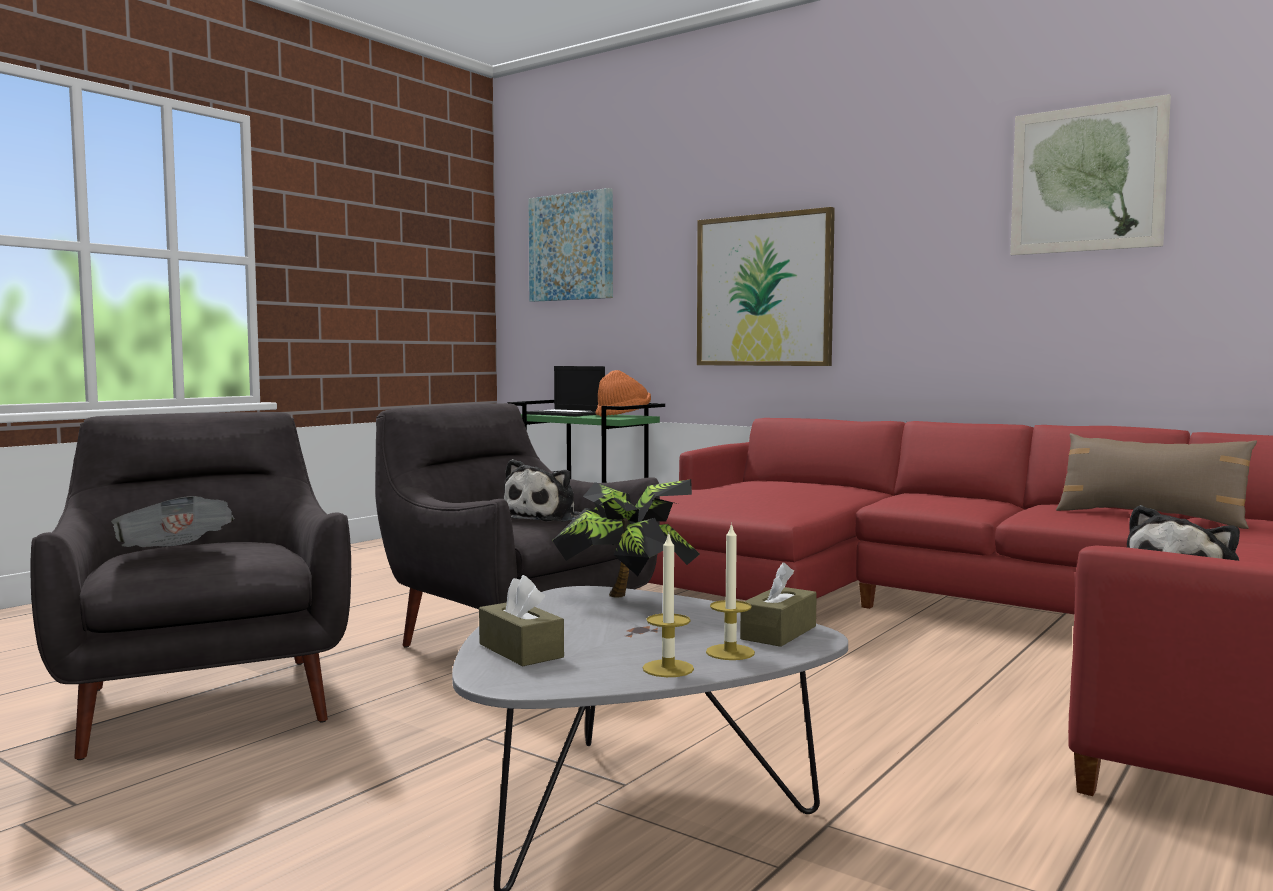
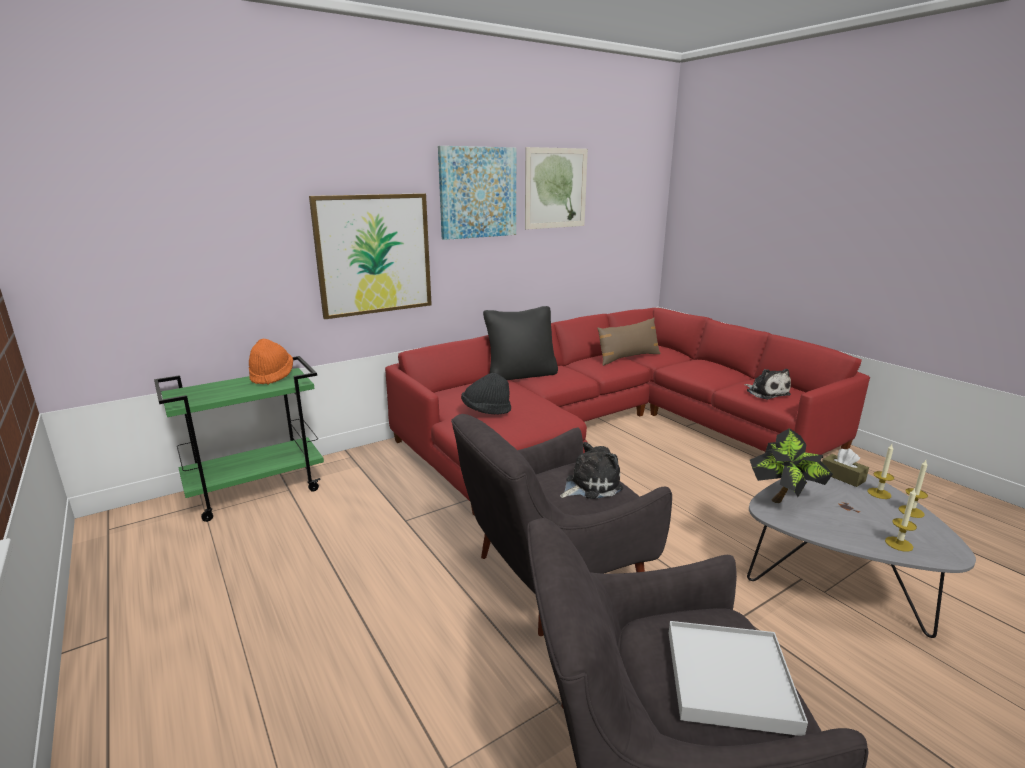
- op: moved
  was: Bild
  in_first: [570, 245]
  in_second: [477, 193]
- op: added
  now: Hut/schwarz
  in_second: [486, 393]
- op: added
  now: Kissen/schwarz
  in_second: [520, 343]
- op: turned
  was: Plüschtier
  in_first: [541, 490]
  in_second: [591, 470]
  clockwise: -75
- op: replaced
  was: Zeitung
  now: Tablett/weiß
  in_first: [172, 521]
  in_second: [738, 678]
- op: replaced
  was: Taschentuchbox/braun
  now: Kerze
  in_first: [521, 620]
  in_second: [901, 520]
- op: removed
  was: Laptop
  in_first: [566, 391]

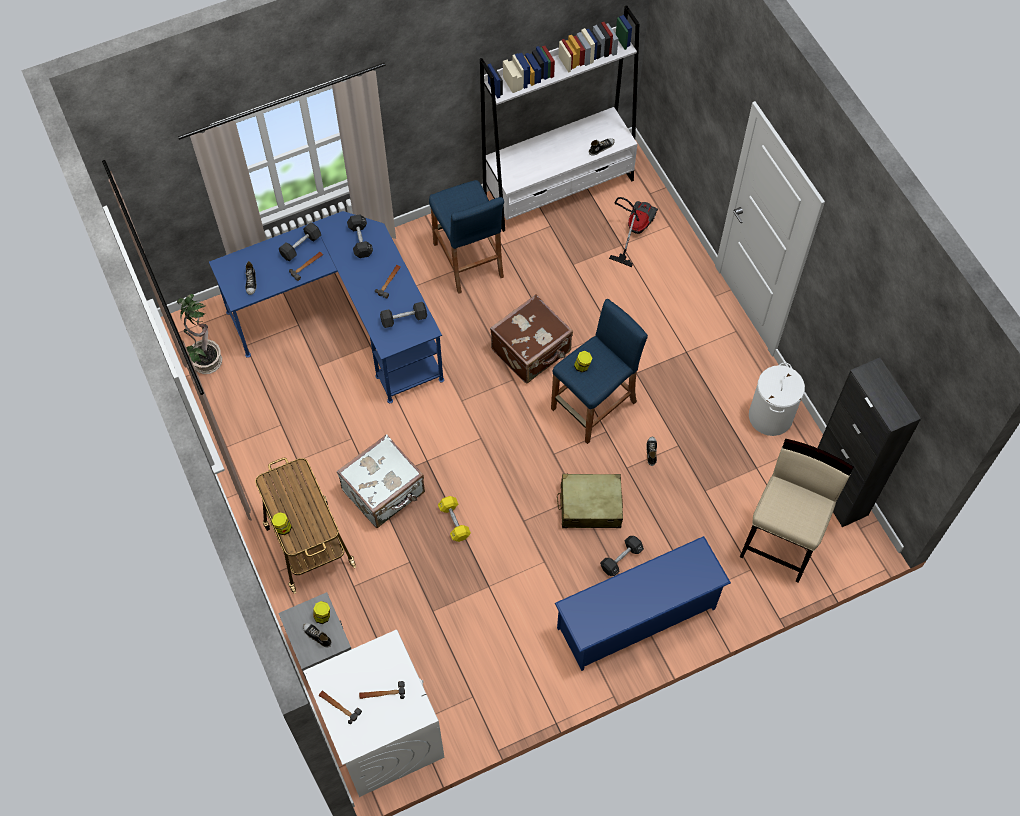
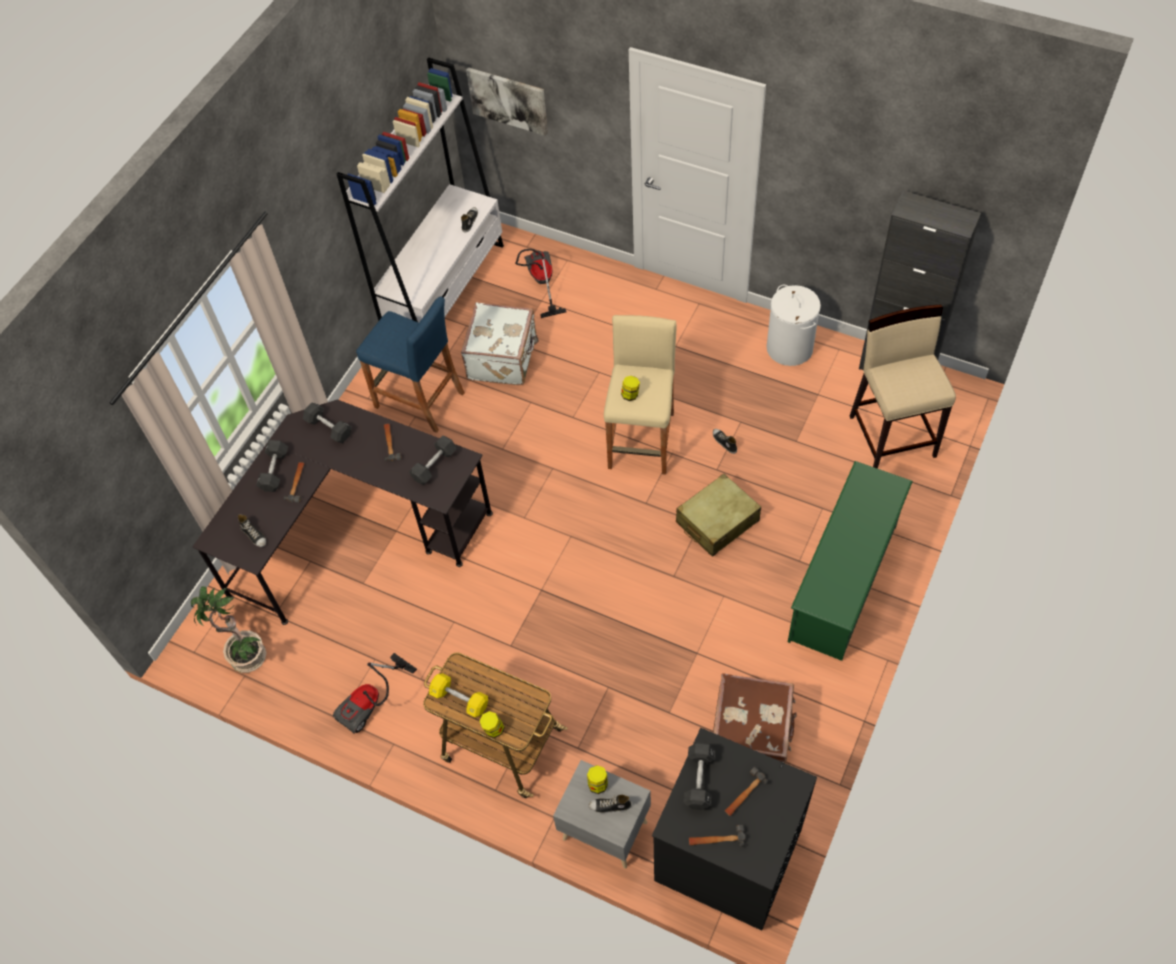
- op: recoloured
  was: Schreibtisch/blau
  now: Schreibtisch/schwarz
  in_first: [326, 307]
  in_second: [342, 512]
- op: added
  now: Staubsauger
  in_second: [375, 693]
- op: moved
  was: Hantel/gelb
  in_first: [454, 519]
  in_second: [458, 695]
- op: moved
  was: Koffer/weiß
  in_first: [381, 481]
  in_second: [500, 343]
- op: added
  now: Bild
  in_second: [507, 101]
- op: recoloured
  was: Hocker/blau
  now: Hocker/beige
  in_first: [599, 371]
  in_second: [640, 395]
- op: recoloured
  was: Waschmaschine/weiß
  now: Waschmaschine/schwarz
  in_first: [373, 713]
  in_second: [734, 829]
- op: moved
  was: Hantel/schwarz
  in_first: [622, 556]
  in_second: [699, 776]
- op: moved
  was: Koffer/braun
  in_first: [531, 339]
  in_second: [755, 718]
- op: recoloured
  was: Schuhregal/blau
  now: Schuhregal/grün
  in_first: [643, 603]
  in_second: [850, 561]

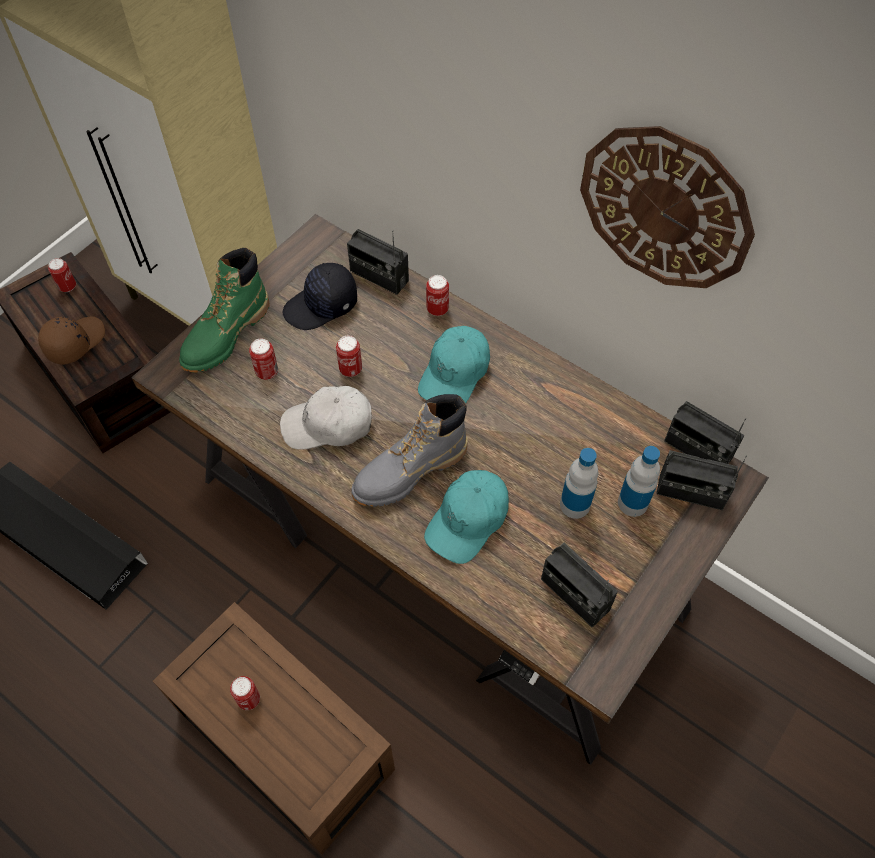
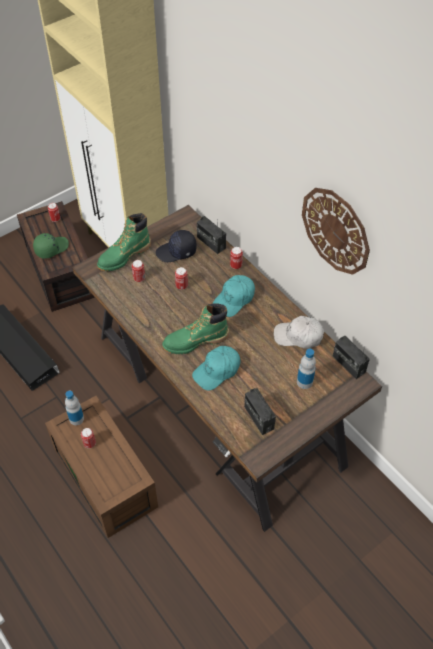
- op: recoloured
  was: Kappe/braun
  now: Kappe/grün
  in_first: [71, 340]
  in_second: [51, 246]
- op: moved
  was: Flasche
  in_first: [579, 483]
  in_second: [74, 408]
- op: recoloured
  was: Stiefel/grau
  now: Stiefel/grün
  in_first: [409, 450]
  in_second: [195, 328]
- op: moved
  was: Kappe/weiß
  in_first: [326, 418]
  in_second: [299, 332]
- op: removed
  was: Radio
  in_first: [701, 480]

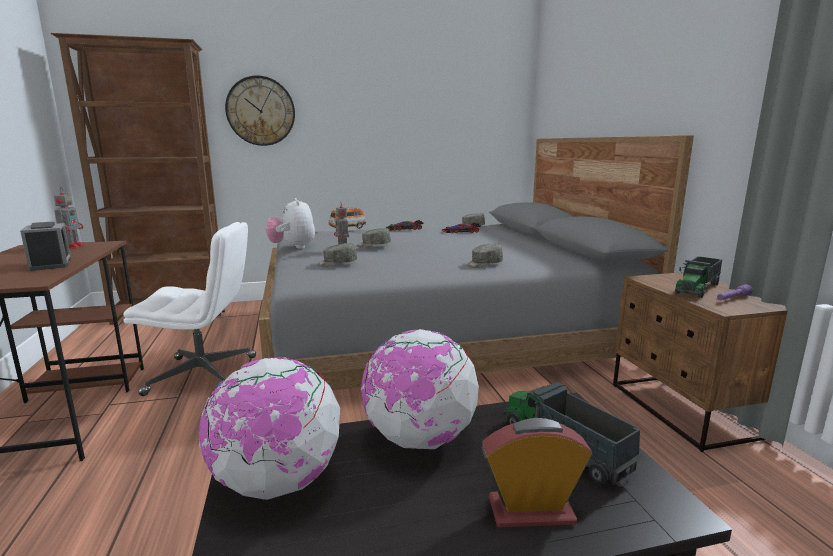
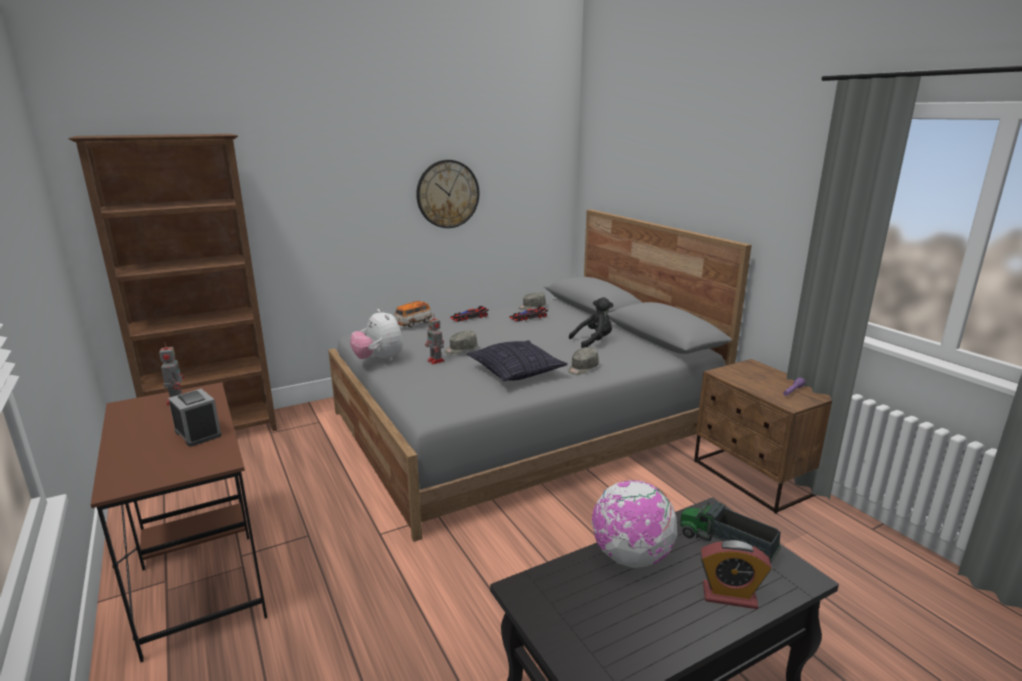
- op: moved
  was: Wanduhr
  in_first: [260, 110]
  in_second: [447, 194]
- op: added
  now: Kissen
  in_second: [517, 360]
- op: added
  now: Plüschtier/schwarz
  in_second: [591, 322]
- op: turned
  was: Wecker
  in_first: [536, 472]
  in_second: [736, 574]
  clockwise: -150
- op: removed
  was: Bürostuhl/weiß
  in_first: [189, 309]
- op: removed
  was: Globus
  in_first: [269, 428]
- op: removed
  was: Kappe/grau
  in_first: [336, 255]
- op: removed
  was: Spielzeuglaster
  in_first: [698, 277]

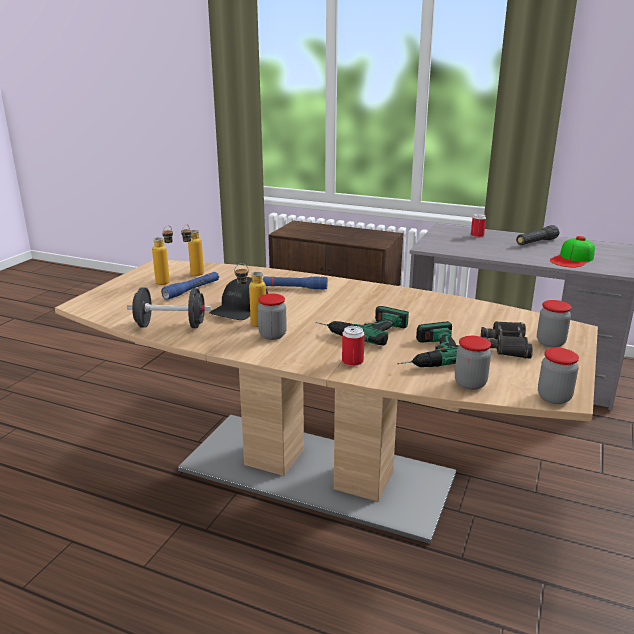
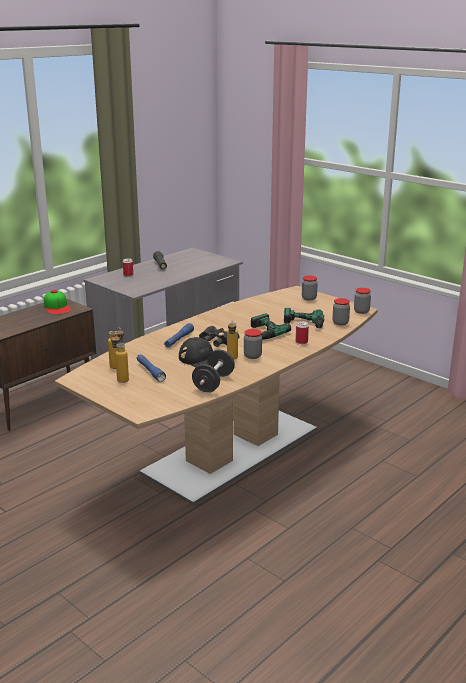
- op: moved
  was: Kappe
  in_first: [572, 251]
  in_second: [57, 302]
- op: moved
  was: Fernglas/schwarz
  in_first: [507, 340]
  in_second: [219, 336]

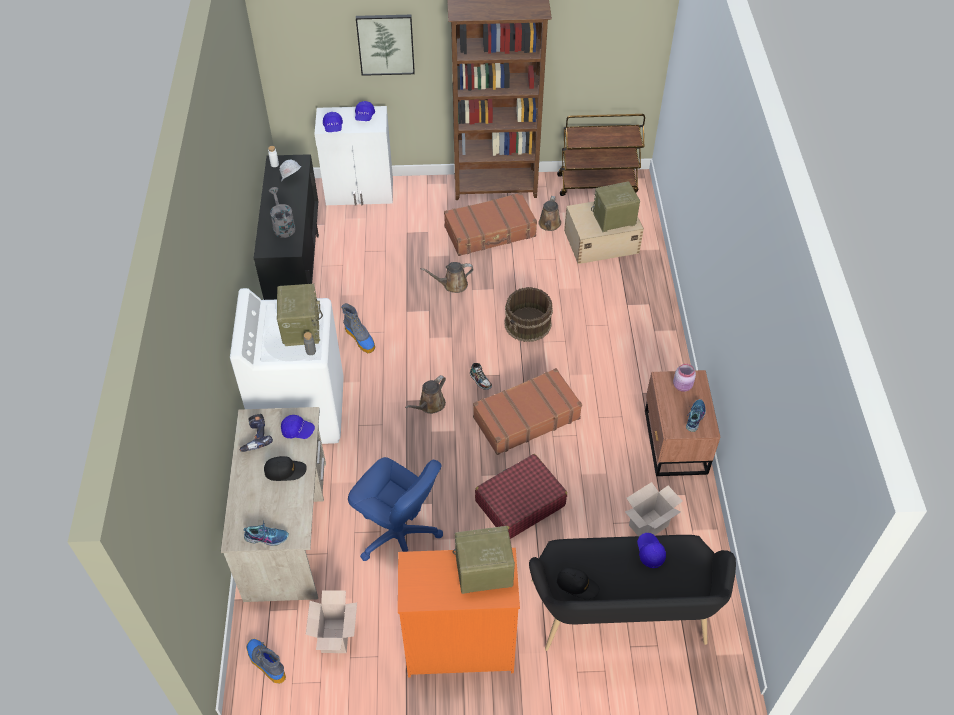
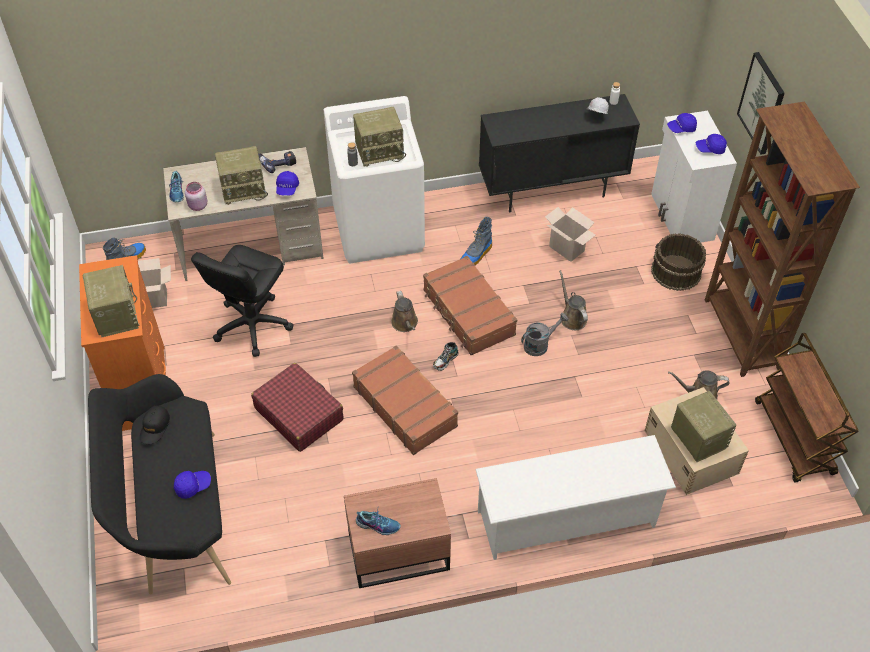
- op: moved
  was: Vorratsglas/rosa
  in_first: [684, 378]
  in_second: [196, 196]
- op: recoloured
  was: Bürostuhl/blau
  now: Bürostuhl/schwarz
  in_first: [395, 509]
  in_second: [242, 301]
- op: replaced
  was: Kappe/schwarz
  now: Radio
  in_first: [285, 468]
  in_second: [241, 175]
- op: turned
  was: Gießkanne/braun
  in_first: [425, 394]
  in_second: [404, 311]
  clockwise: -135
- op: moved
  was: Koffer/braun
  in_first: [490, 224]
  in_second: [470, 305]
- op: added
  now: Schuhregal/weiß
  in_second: [575, 497]
- op: moved
  was: Gießkanne/grau
  in_first: [282, 212]
  in_second: [545, 334]
- op: moved
  was: Karton
  in_first: [654, 509]
  in_second: [570, 234]
- op: moved
  was: Eimer/braun
  in_first: [529, 314]
  in_second: [678, 262]

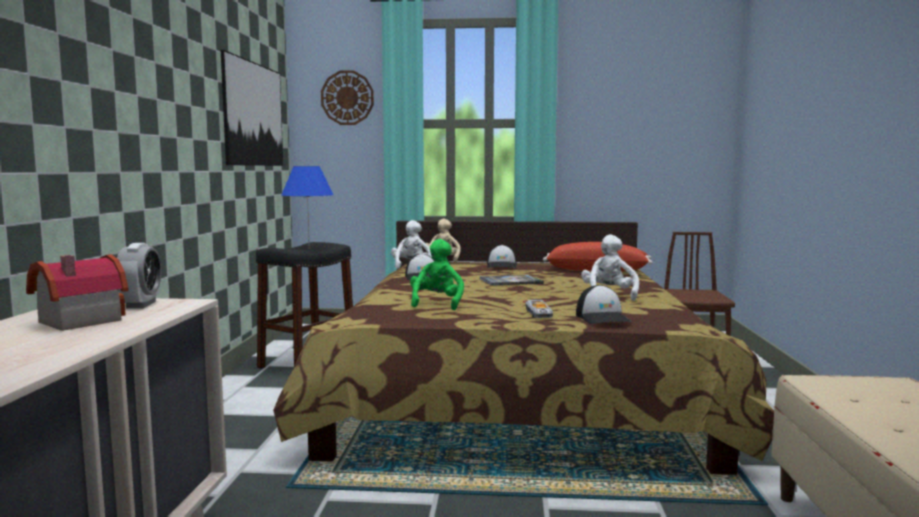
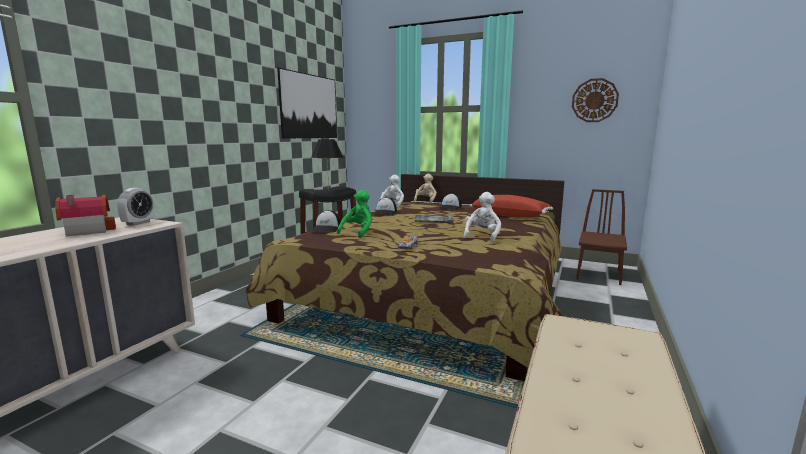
- op: recoloured
  was: Tischlampe/blau
  now: Tischlampe/schwarz
  in_first: [307, 207]
  in_second: [327, 165]
- op: moved
  was: Kappe
  in_first: [604, 304]
  in_second: [326, 221]
- op: moved
  was: Wanduhr
  in_first: [347, 97]
  in_second: [595, 100]

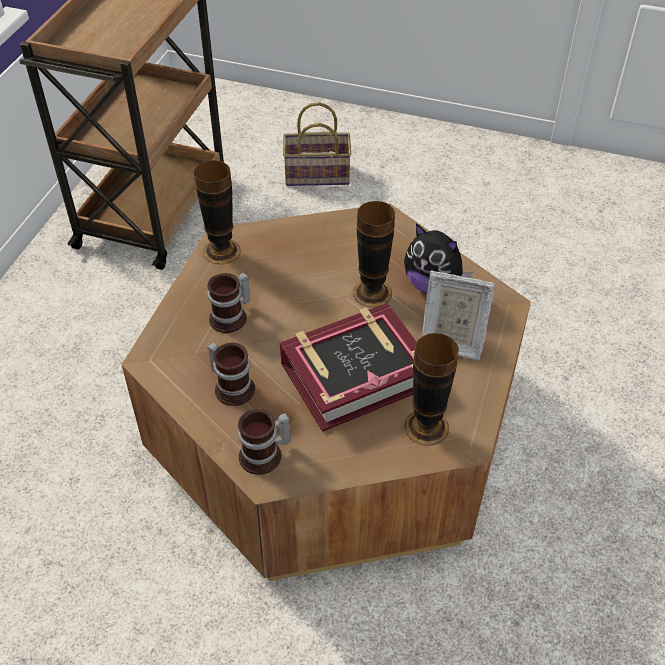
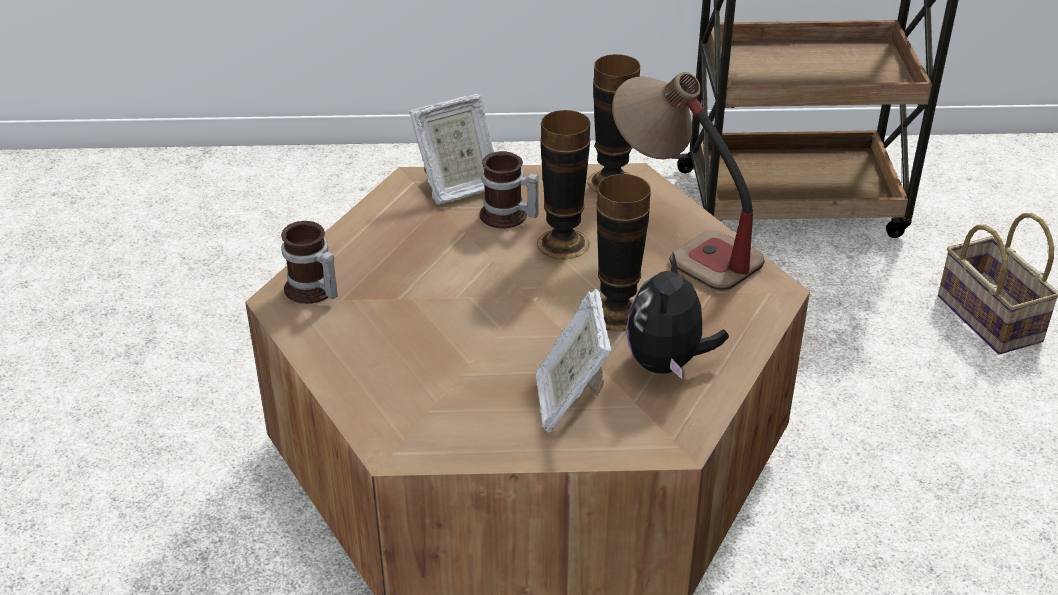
- op: added
  now: Bilderrahmen
  in_second: [451, 149]
- op: moved
  was: Vase
  in_first: [431, 389]
  in_second: [563, 184]
- op: added
  now: Tischlampe
  in_second: [688, 181]
- op: removed
  was: Henkelbecher
  in_first: [231, 374]
- op: removed
  was: Buch
  in_first: [348, 367]

